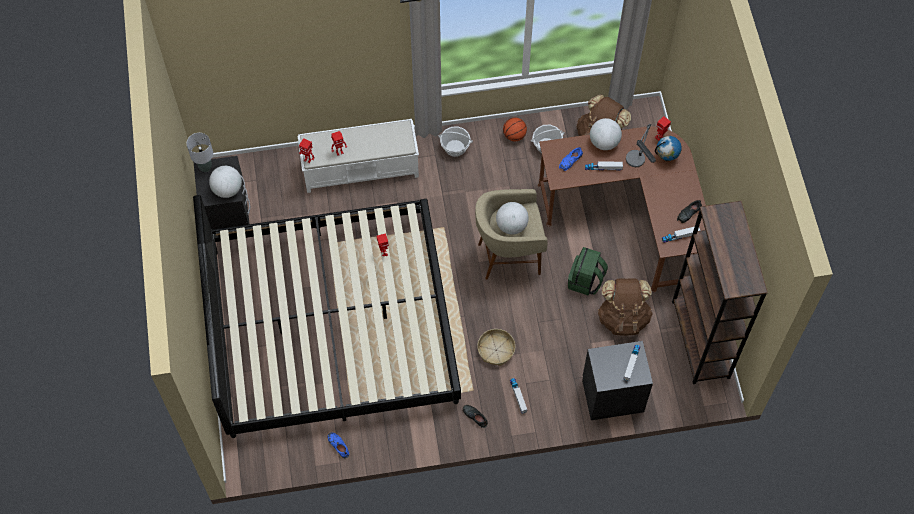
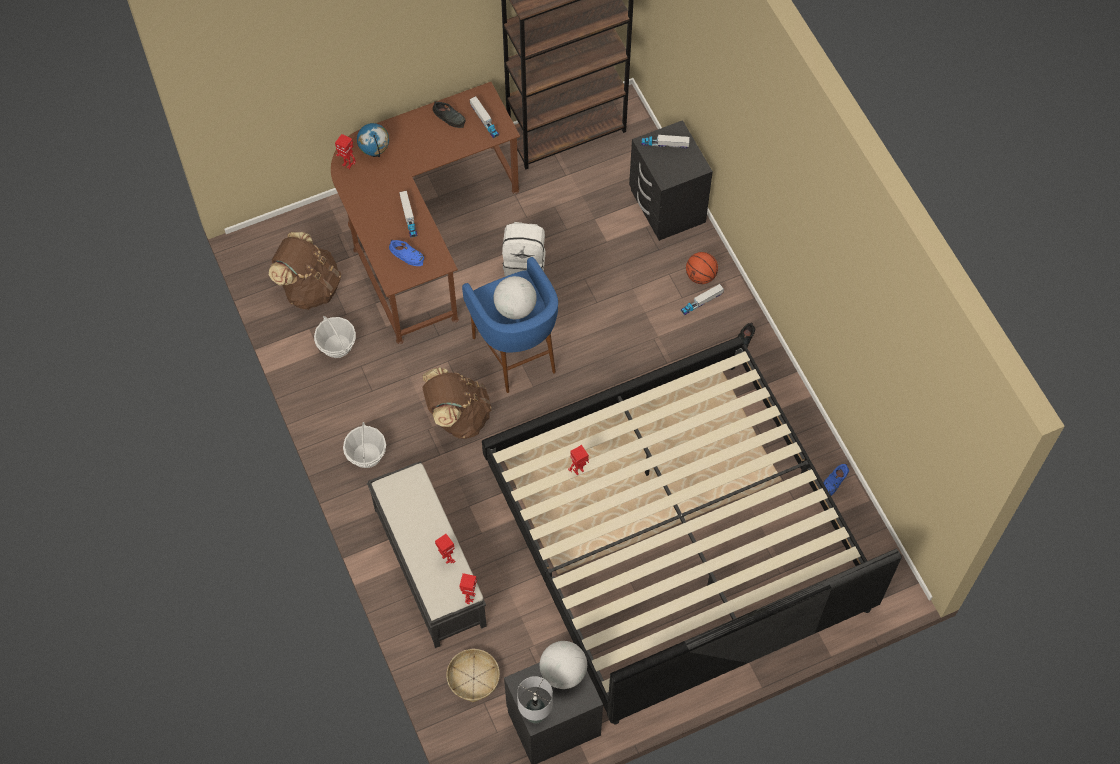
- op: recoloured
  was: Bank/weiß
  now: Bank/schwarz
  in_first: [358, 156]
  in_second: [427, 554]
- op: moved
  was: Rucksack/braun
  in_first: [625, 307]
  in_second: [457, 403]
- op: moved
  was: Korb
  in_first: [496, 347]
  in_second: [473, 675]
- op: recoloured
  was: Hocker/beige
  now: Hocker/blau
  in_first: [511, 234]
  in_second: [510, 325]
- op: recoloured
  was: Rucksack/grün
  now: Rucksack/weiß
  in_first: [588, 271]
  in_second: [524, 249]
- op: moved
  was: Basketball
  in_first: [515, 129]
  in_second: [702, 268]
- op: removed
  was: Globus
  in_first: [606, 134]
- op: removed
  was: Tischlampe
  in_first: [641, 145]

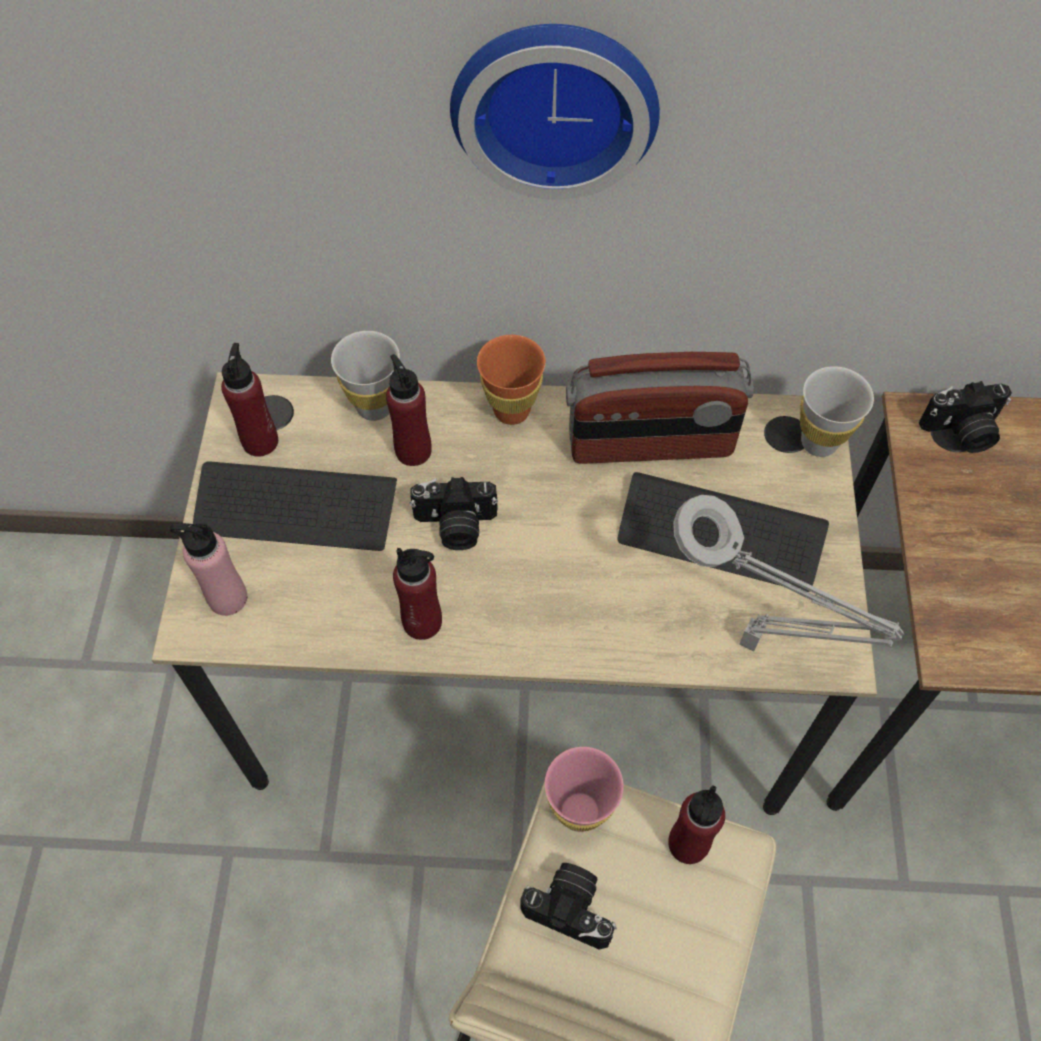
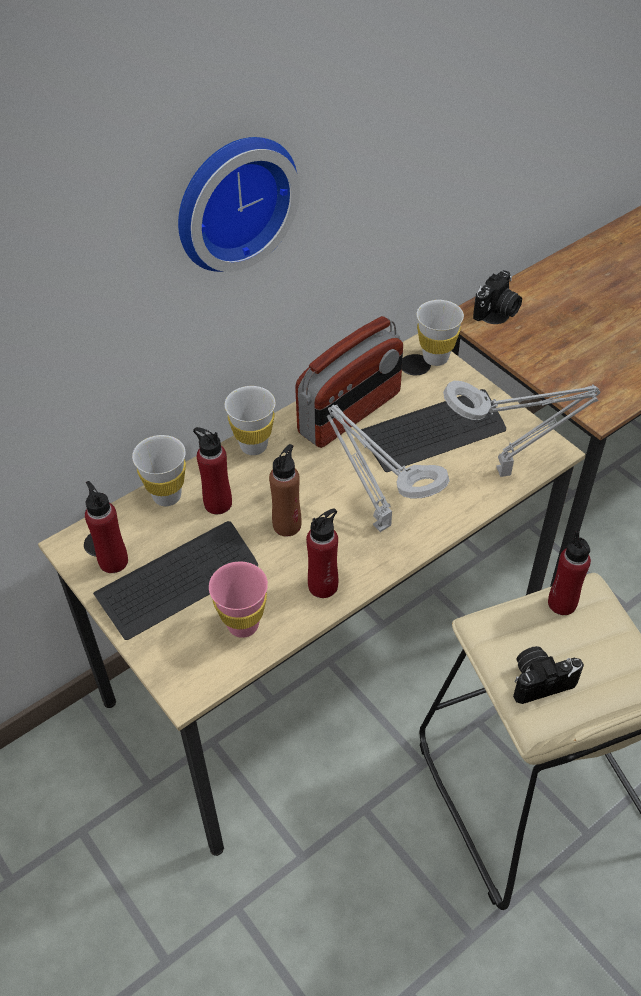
- op: moved
  was: Tasse/rosa
  in_first: [584, 789]
  in_second: [238, 599]
- op: recoloured
  was: Tasse/orange
  now: Tasse/weiß
  in_first: [511, 380]
  in_second: [250, 420]
- op: replaced
  was: Kamera
  now: Flasche/braun
  in_first: [453, 513]
  in_second: [285, 490]
- op: added
  now: Tischlampe/grau
  in_second: [388, 468]
- op: removed
  was: Flasche/rosa
  in_first: [208, 569]

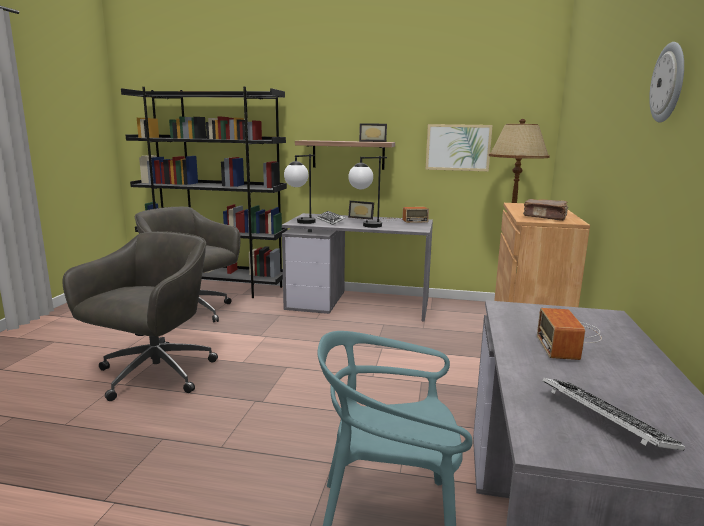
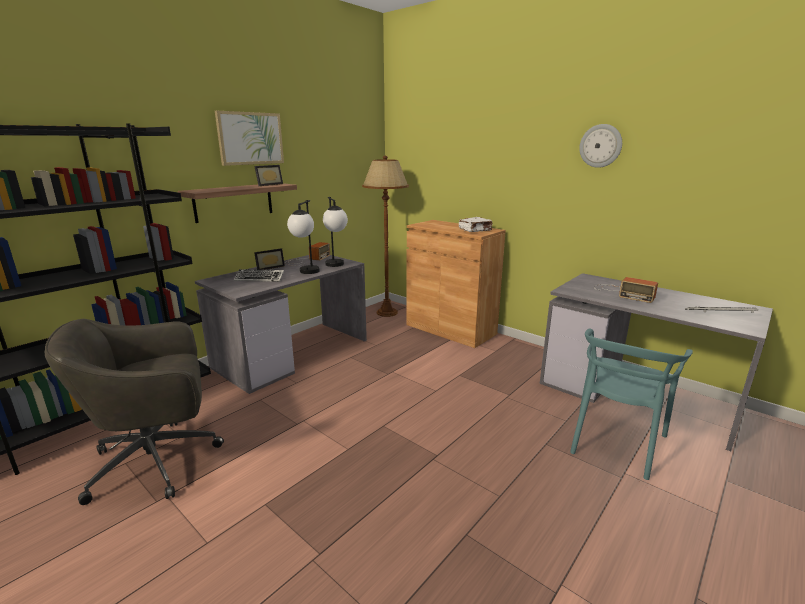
- op: moved
  was: Bild
  in_first: [459, 147]
  in_second: [249, 138]
- op: moved
  was: Tischlampe
  in_first: [300, 189]
  in_second: [335, 232]
- op: recoloured
  was: Buch/braun
  now: Buch/weiß
  in_first: [545, 210]
  in_second: [475, 224]
- op: removed
  was: Bürostuhl/grau
  in_first: [140, 316]

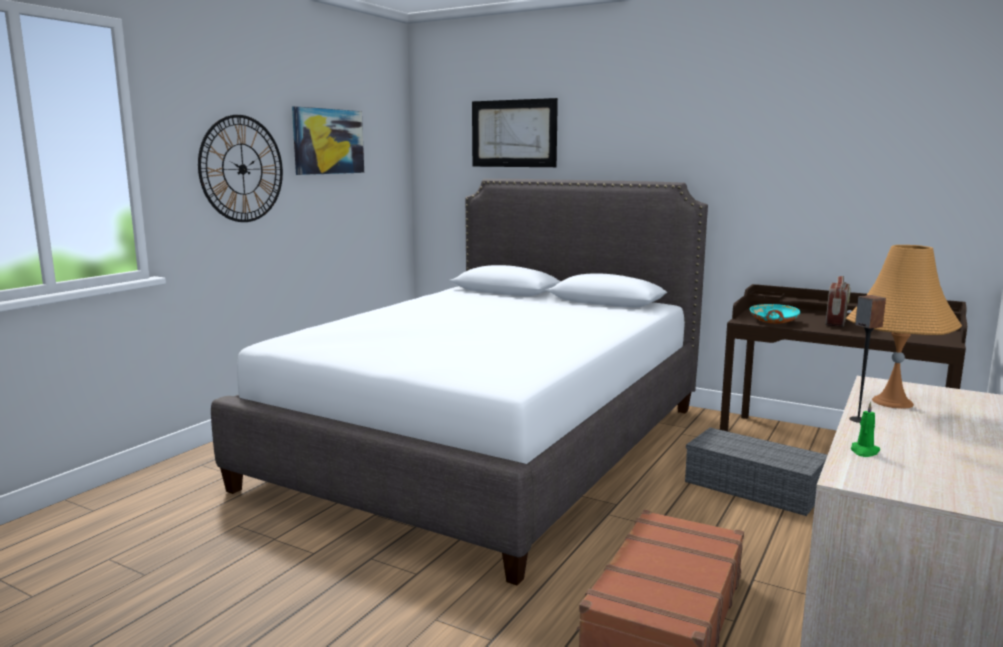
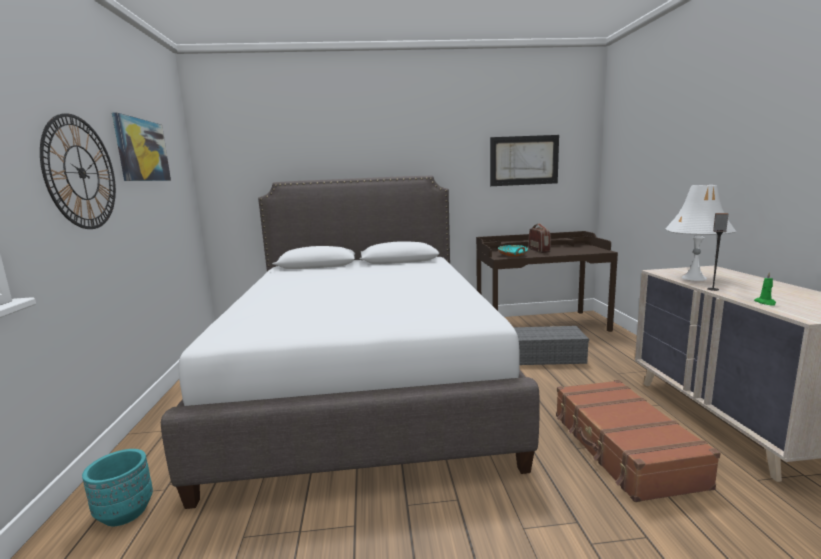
- op: added
  now: Pflanzkübel/türkis
  in_second: [117, 487]
- op: moved
  was: Bild
  in_first: [515, 132]
  in_second: [524, 160]
- op: recoloured
  was: Tischlampe/orange
  now: Tischlampe/weiß
  in_first: [904, 327]
  in_second: [700, 233]

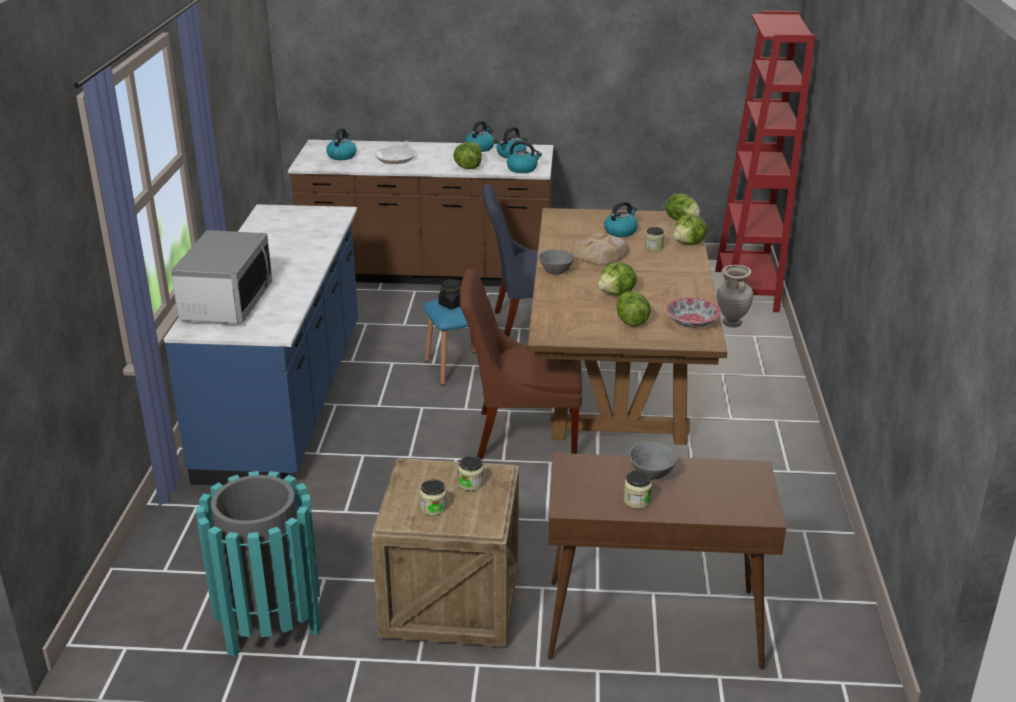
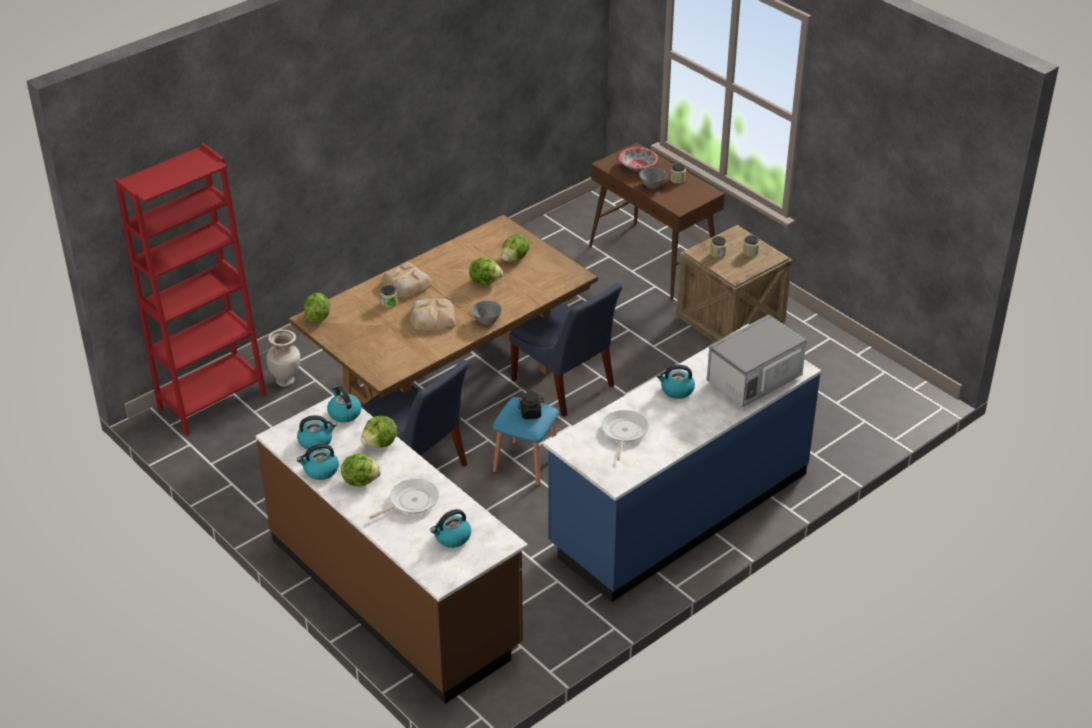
- op: moved
  was: Salatkopf
  in_first: [690, 229]
  in_second: [361, 469]
- op: added
  now: Brot
  in_second: [407, 280]
- op: recoloured
  was: Stuhl/braun
  now: Stuhl/blau
  in_first: [521, 363]
  in_second: [565, 350]
- op: added
  now: Pfanne
  in_second: [625, 435]
- op: moved
  was: Schüssel
  in_first: [693, 312]
  in_second: [638, 159]
- op: moved
  was: Wasserkessel
  in_first: [621, 219]
  in_second: [676, 382]
- op: removed
  was: Mülleimer/türkis
  in_first: [258, 564]

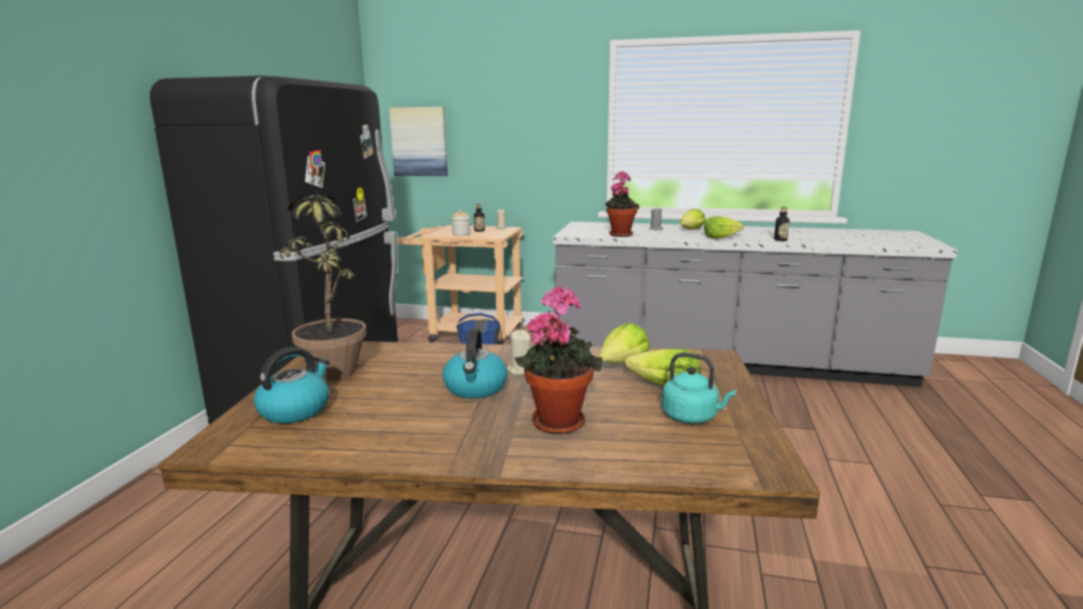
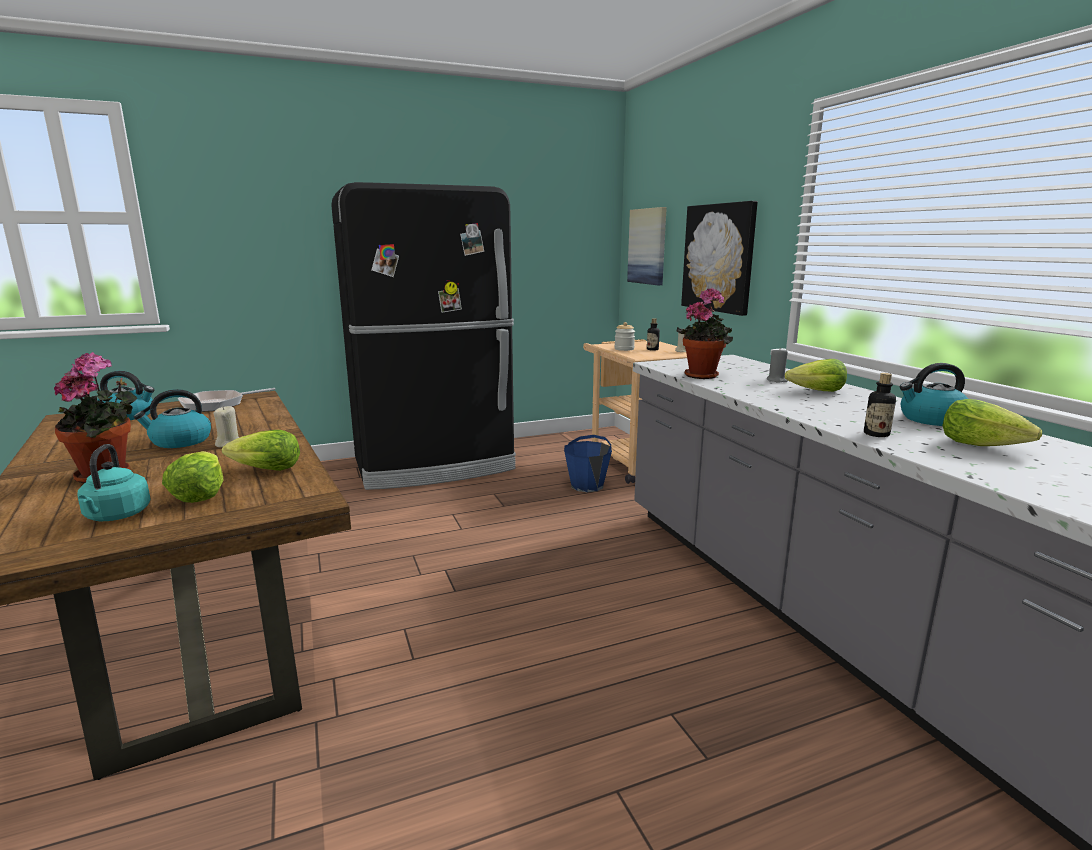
- op: replaced
  was: Topfpflanze
  now: Pfanne
  in_first: [323, 285]
  in_second: [227, 400]
- op: added
  now: Bild
  in_second: [719, 258]
- op: added
  now: Wasserkessel
  in_second: [934, 394]
- op: moved
  was: Salatkopf
  in_first: [724, 227]
  in_second: [992, 422]

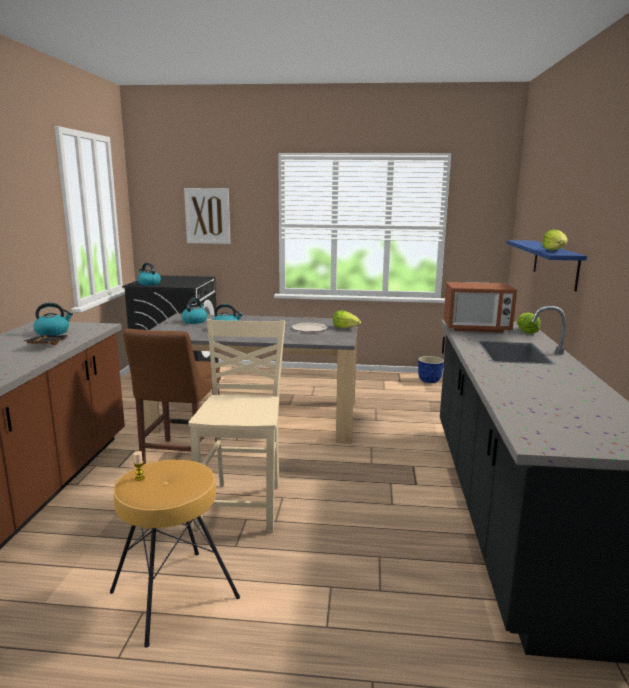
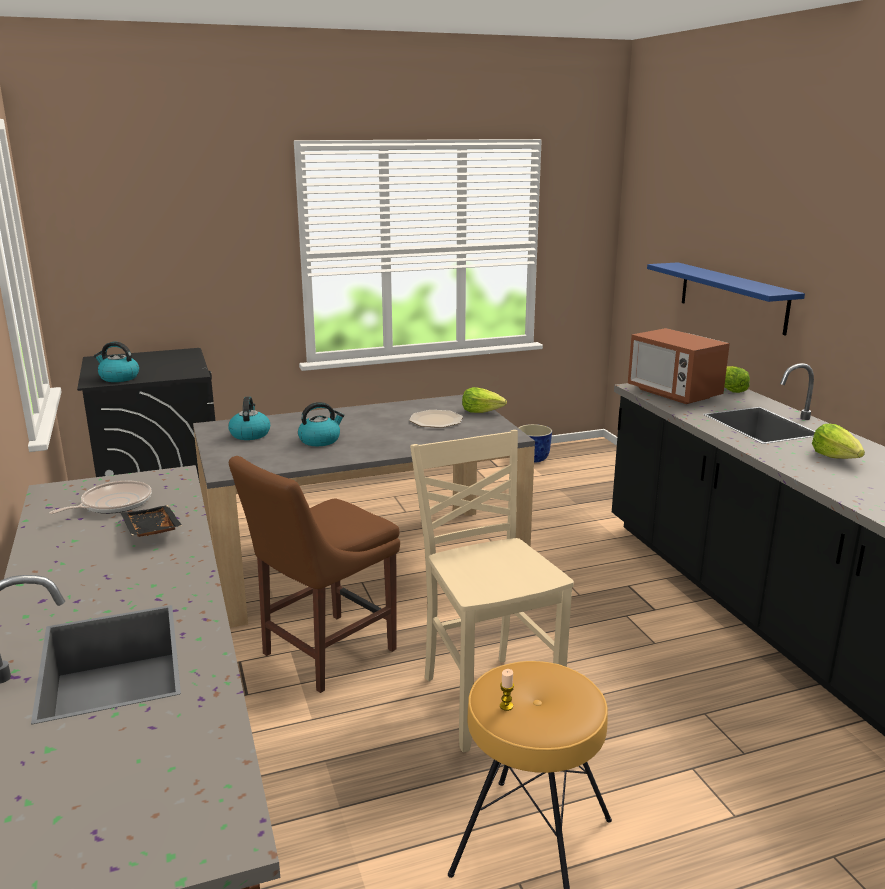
- op: replaced
  was: Wasserkessel
  now: Pfanne
  in_first: [53, 319]
  in_second: [100, 497]
- op: turned
  was: Stuhl/braun
  in_first: [172, 397]
  in_second: [314, 574]
  clockwise: 60
- op: turned
  was: Mikrowelle
  in_first: [480, 307]
  in_second: [679, 366]
  clockwise: 75
- op: moved
  was: Salatkopf
  in_first: [555, 239]
  in_second: [838, 441]
- op: removed
  was: Bild
  in_first: [207, 216]

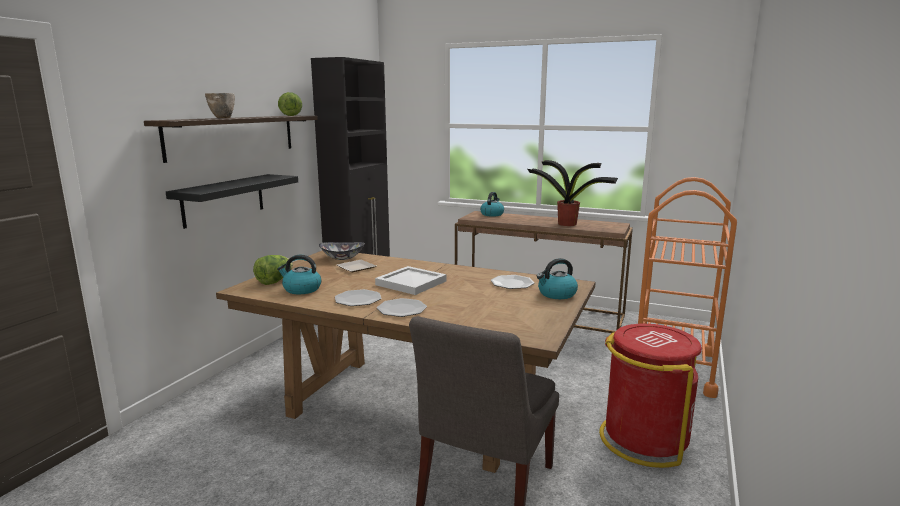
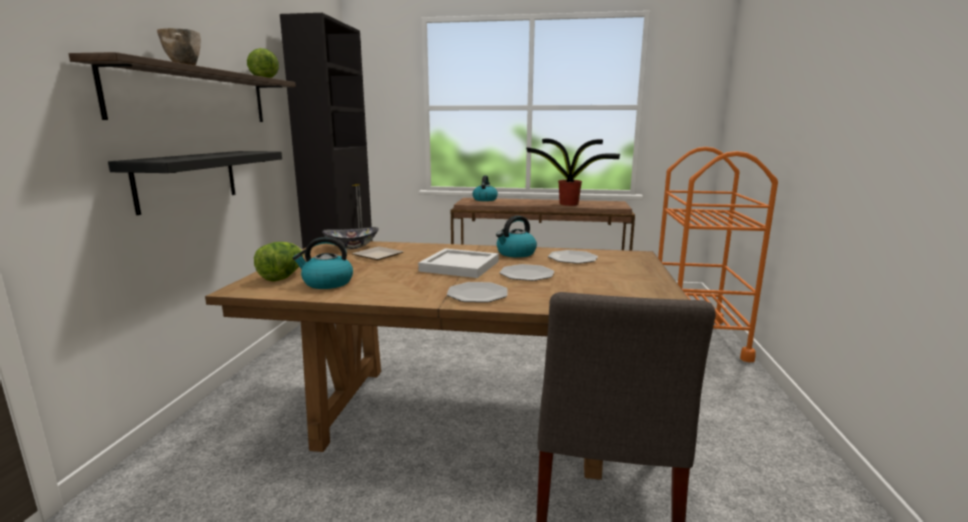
- op: moved
  was: Wasserkessel
  in_first: [557, 278]
  in_second: [516, 237]
- op: moved
  was: Teller
  in_first: [358, 297]
  in_second: [527, 272]
- op: removed
  was: Mülleimer/rot
  in_first: [650, 396]

